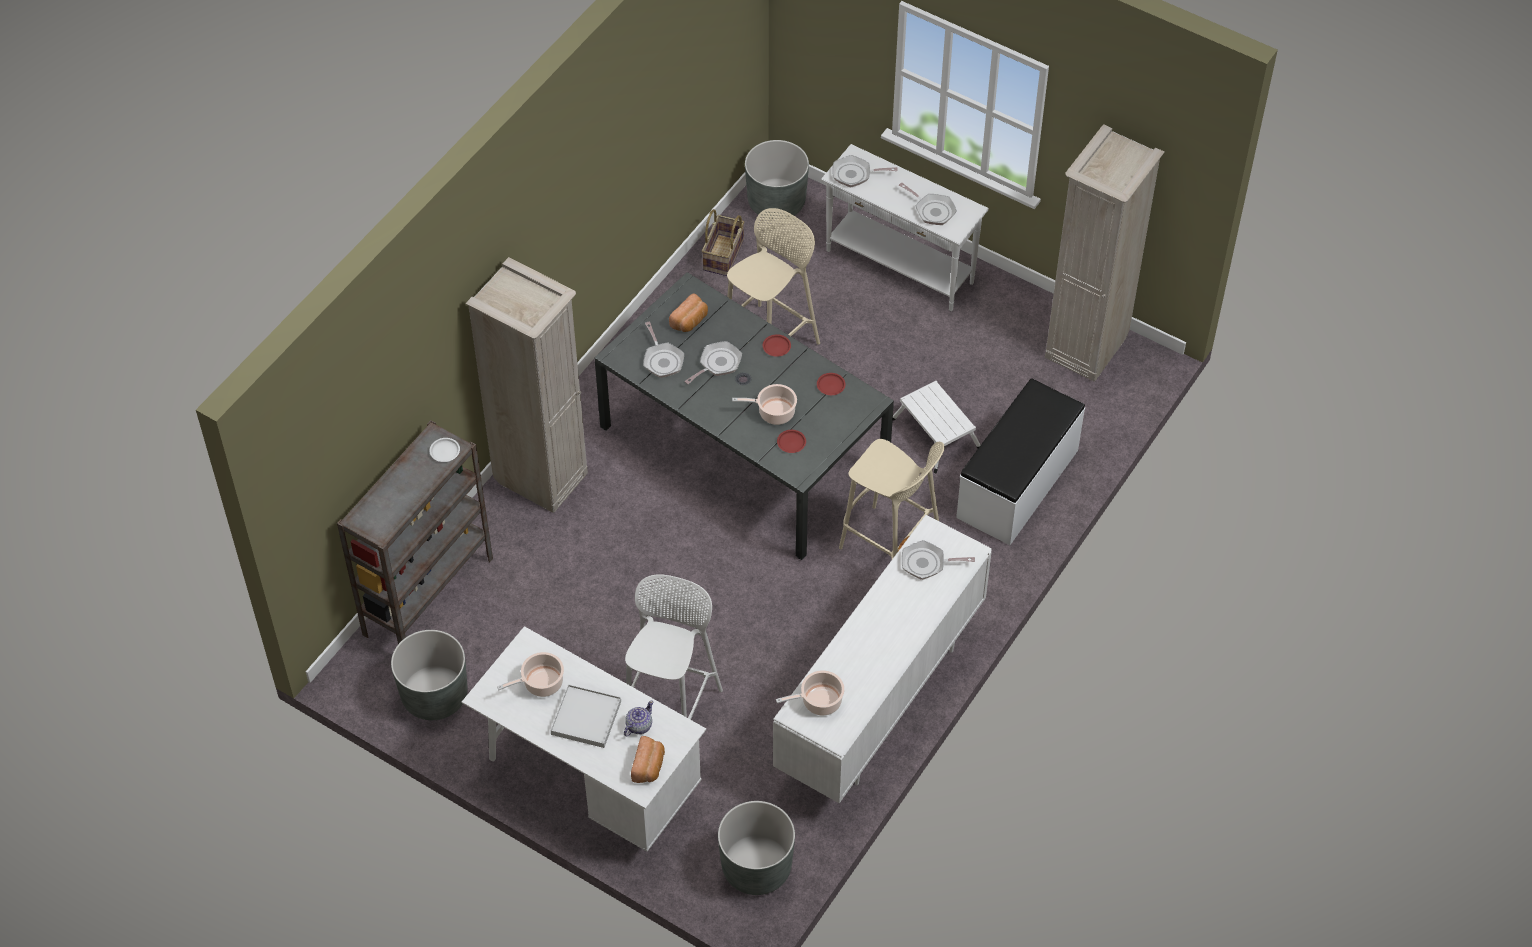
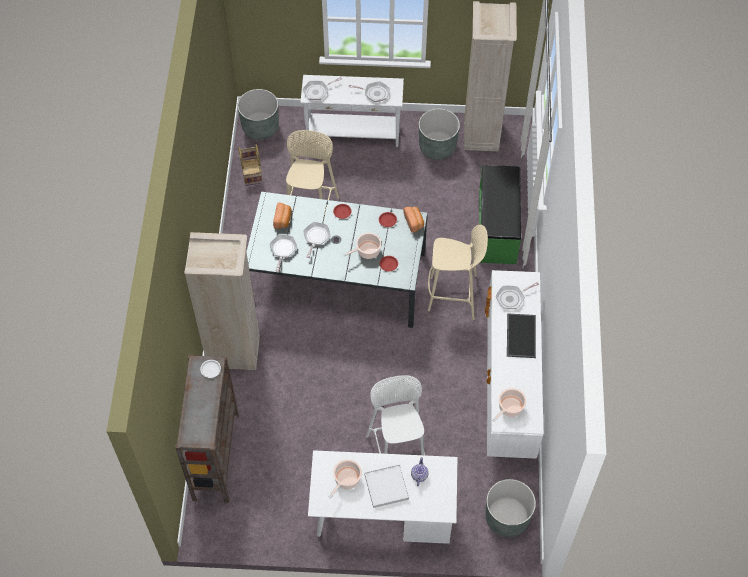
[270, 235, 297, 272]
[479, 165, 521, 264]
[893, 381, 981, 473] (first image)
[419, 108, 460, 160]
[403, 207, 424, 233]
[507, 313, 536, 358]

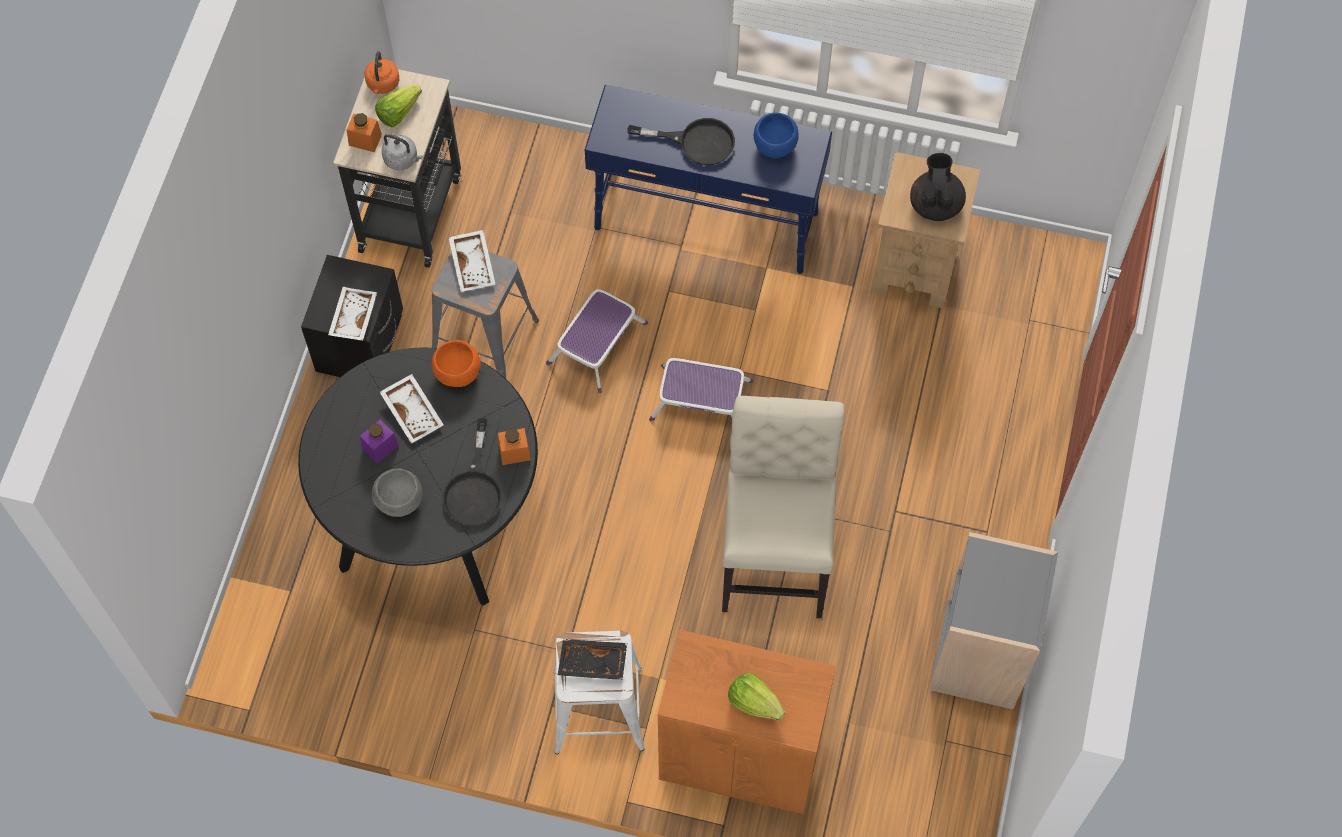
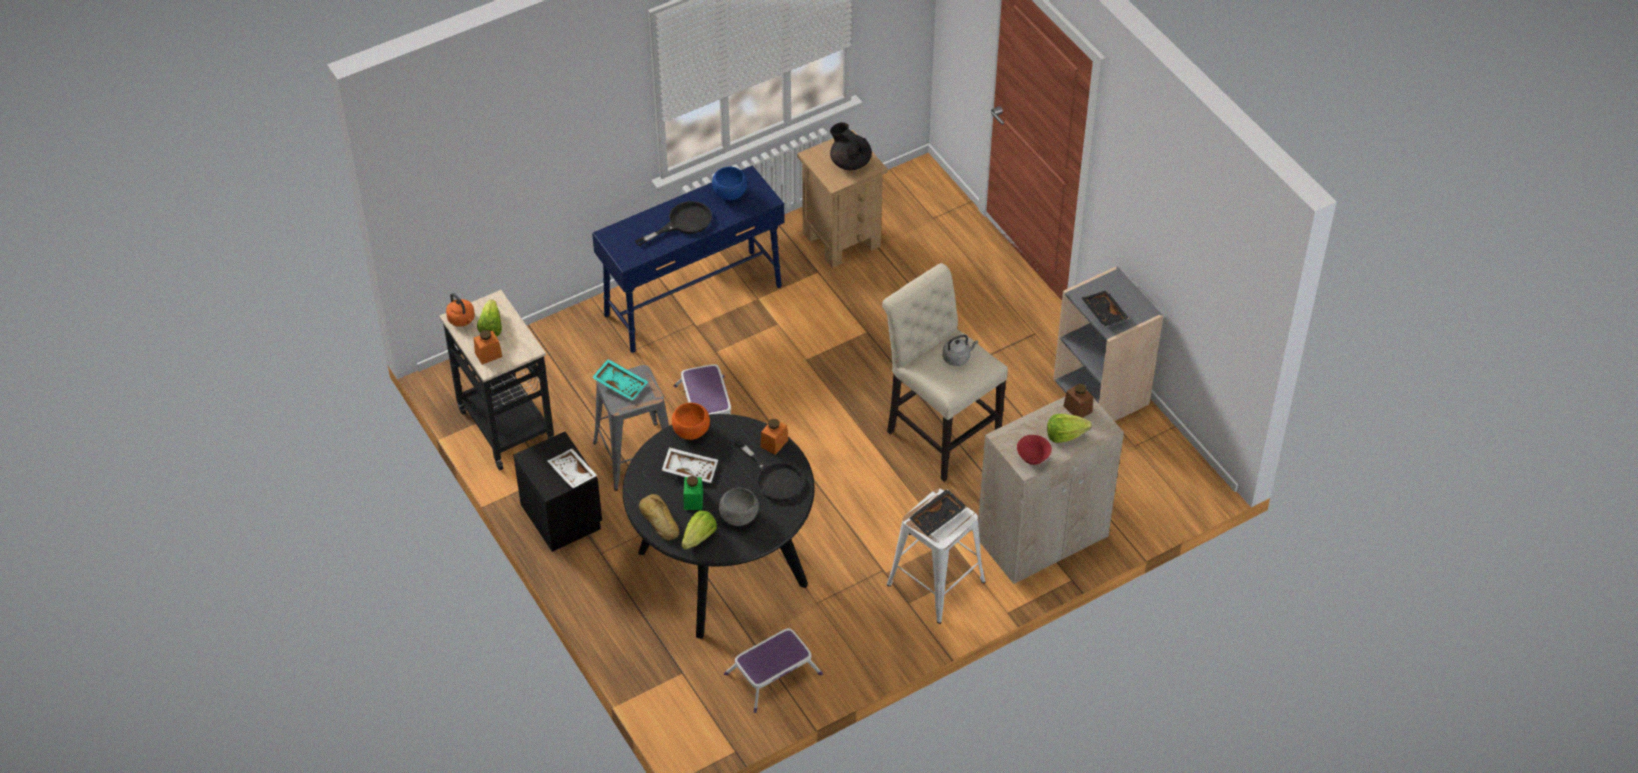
[943, 335, 978, 366]
[592, 359, 648, 401]
[724, 628, 823, 713]
[684, 476, 703, 510]
[978, 397, 1124, 584]
[1082, 290, 1130, 327]
[1064, 383, 1093, 418]
[1017, 435, 1052, 465]
[639, 494, 679, 540]
[681, 510, 717, 550]

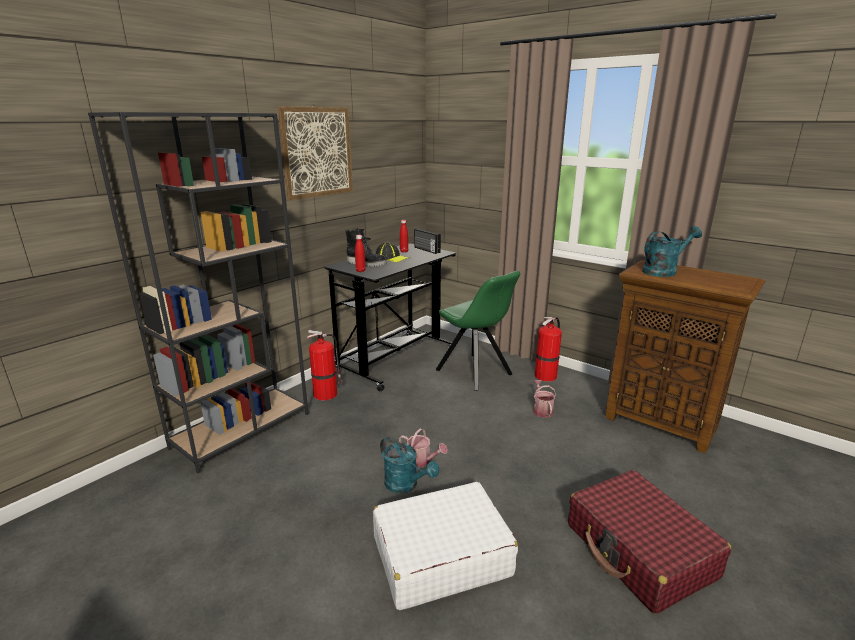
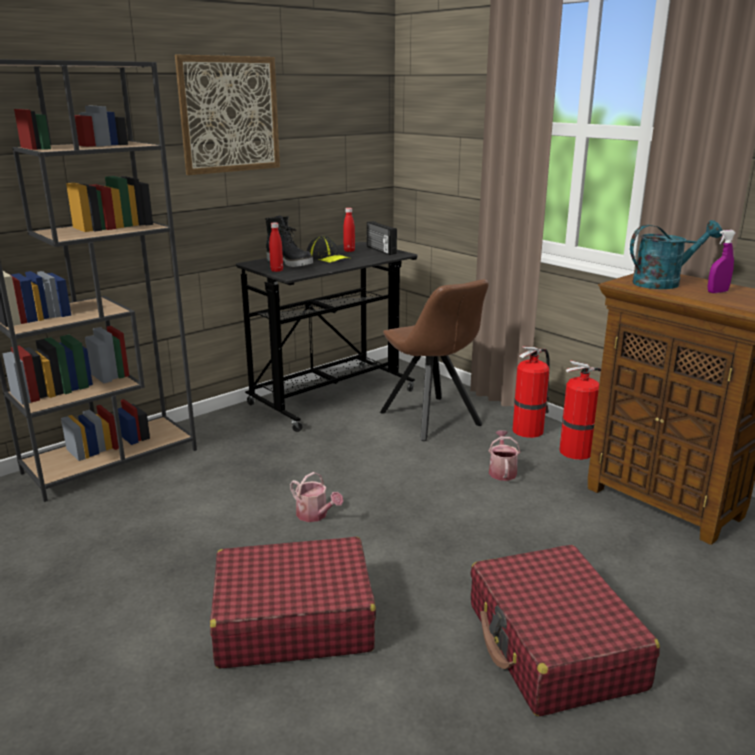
[380, 279, 489, 441]
[559, 360, 601, 460]
[380, 437, 439, 493] (first image)
[210, 536, 376, 668]
[708, 230, 736, 293]

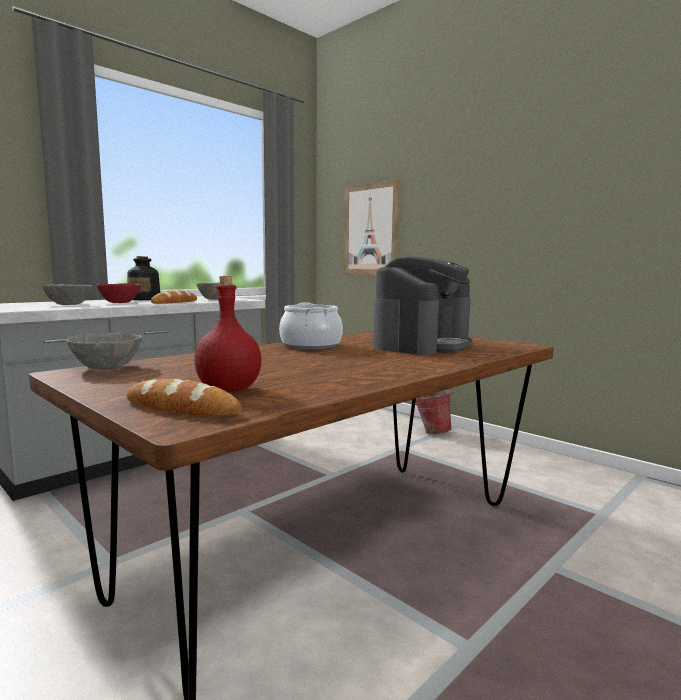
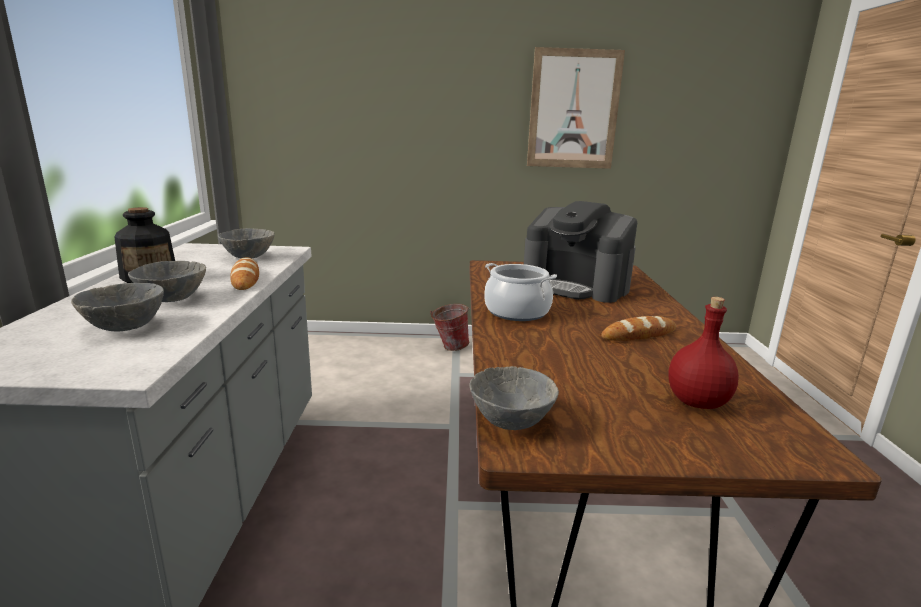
[527, 47, 625, 169]
[524, 201, 637, 303]
[128, 261, 206, 302]
[601, 316, 676, 341]

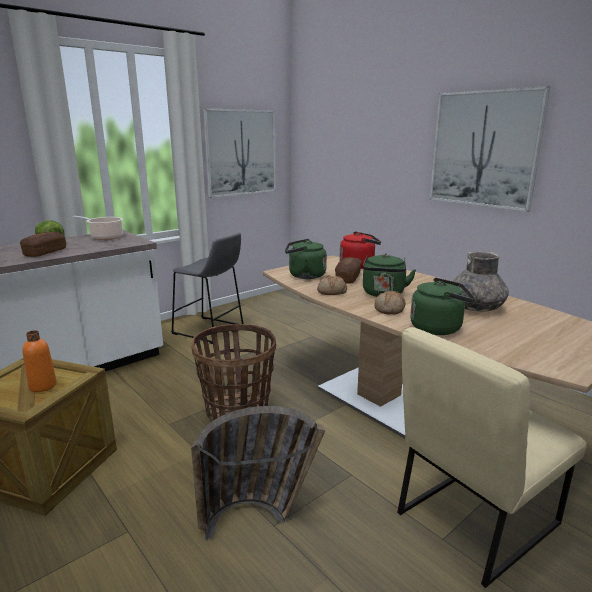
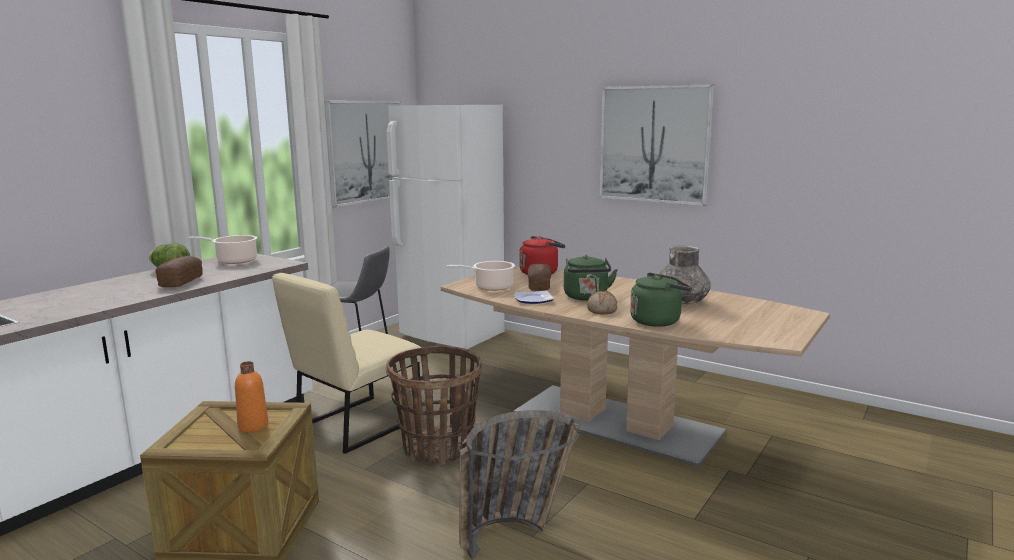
[447, 261, 515, 291]
[515, 290, 553, 304]
[272, 273, 421, 454]
[387, 105, 505, 349]

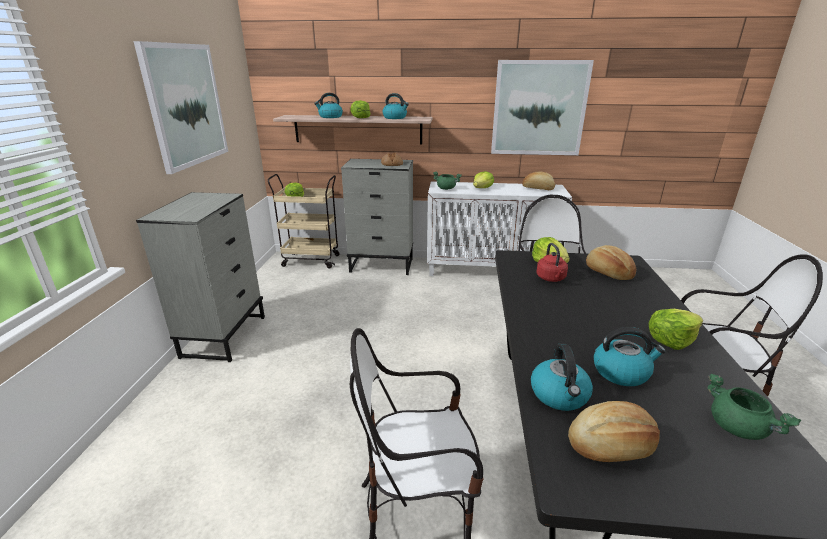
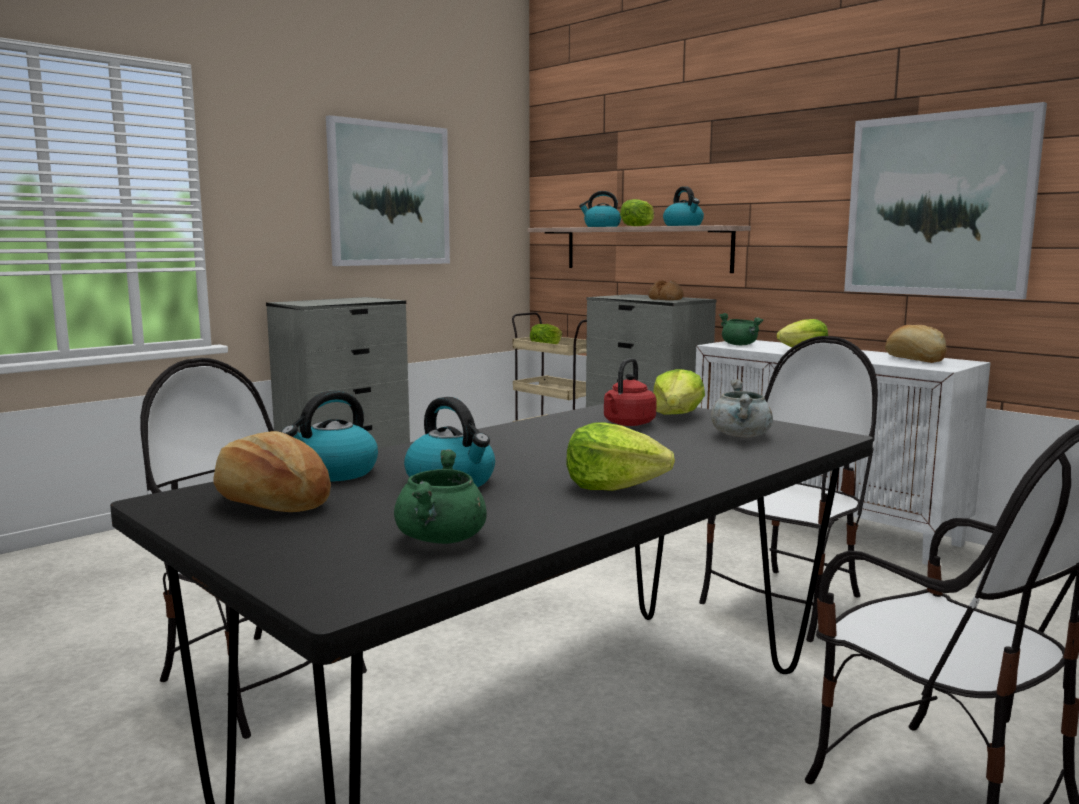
[711, 379, 773, 437]

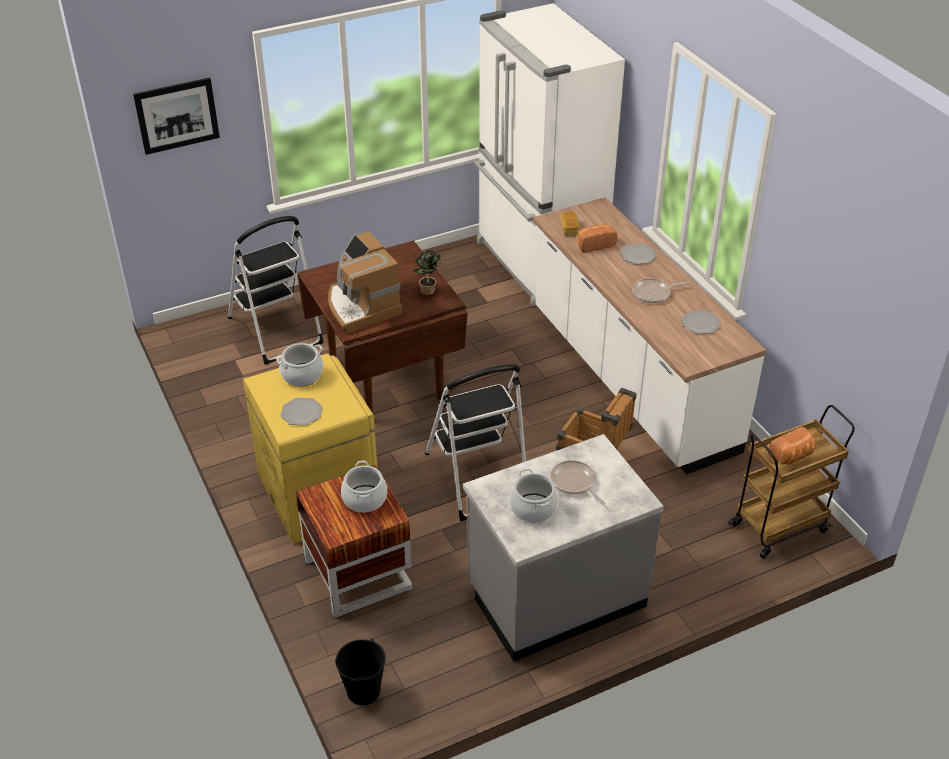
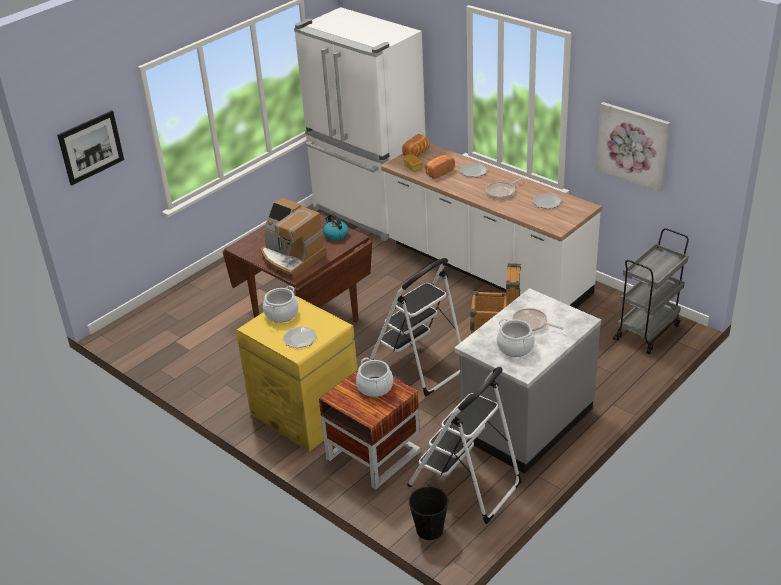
[407, 367, 522, 524]
[323, 214, 348, 241]
[613, 228, 689, 354]
[402, 134, 430, 157]
[596, 102, 670, 192]

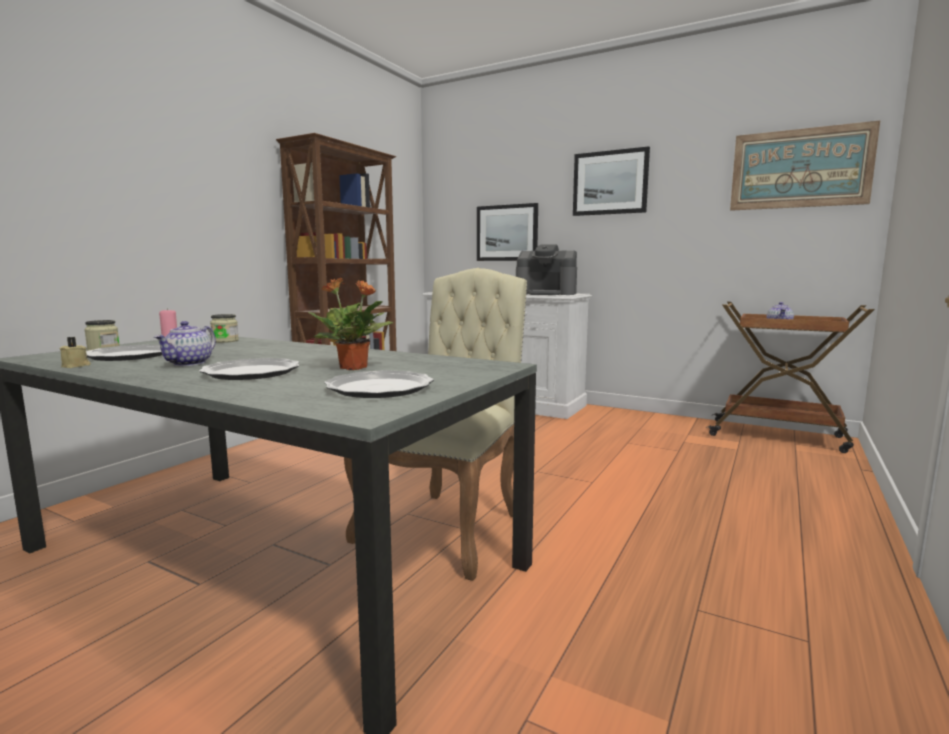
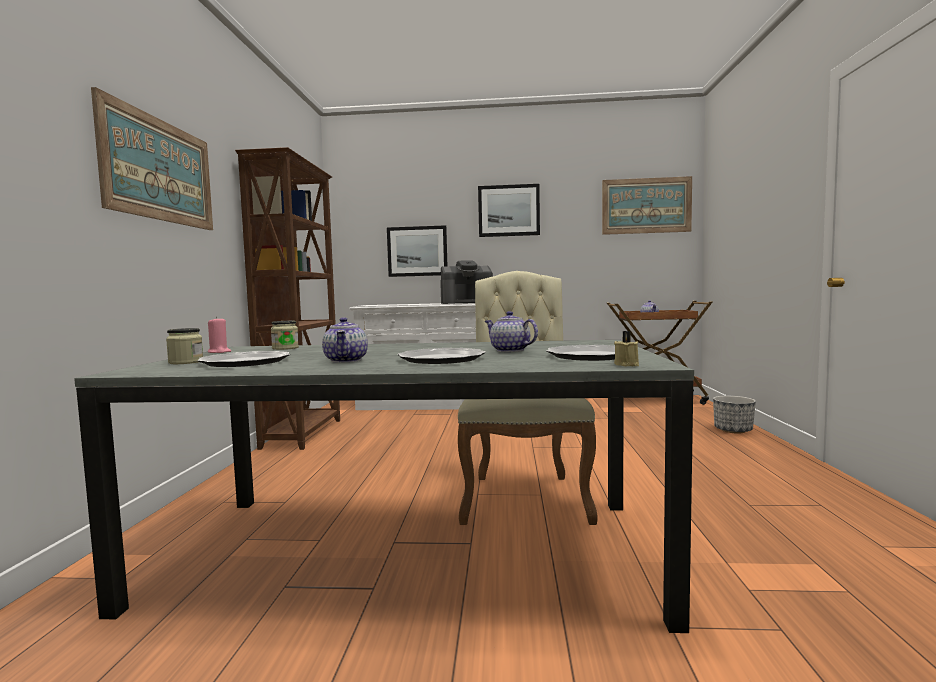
[485, 311, 538, 352]
[614, 331, 639, 366]
[91, 87, 213, 230]
[713, 396, 756, 434]

